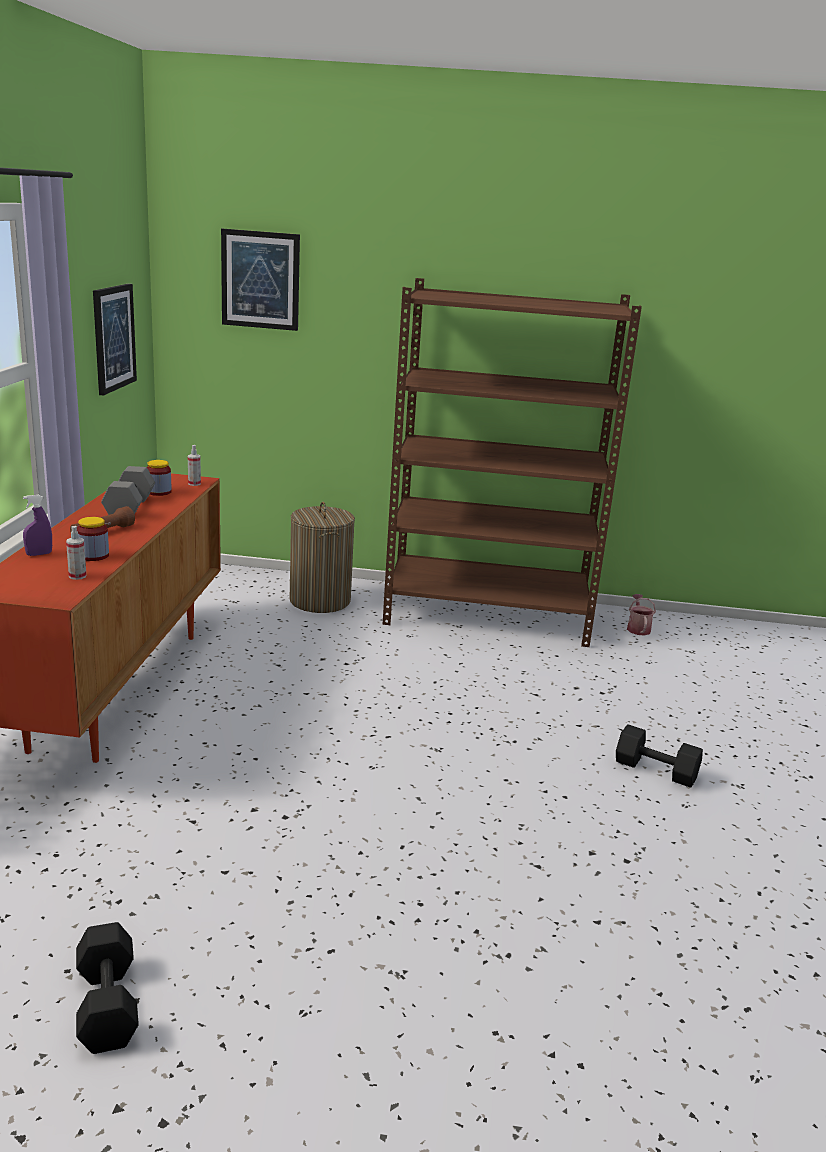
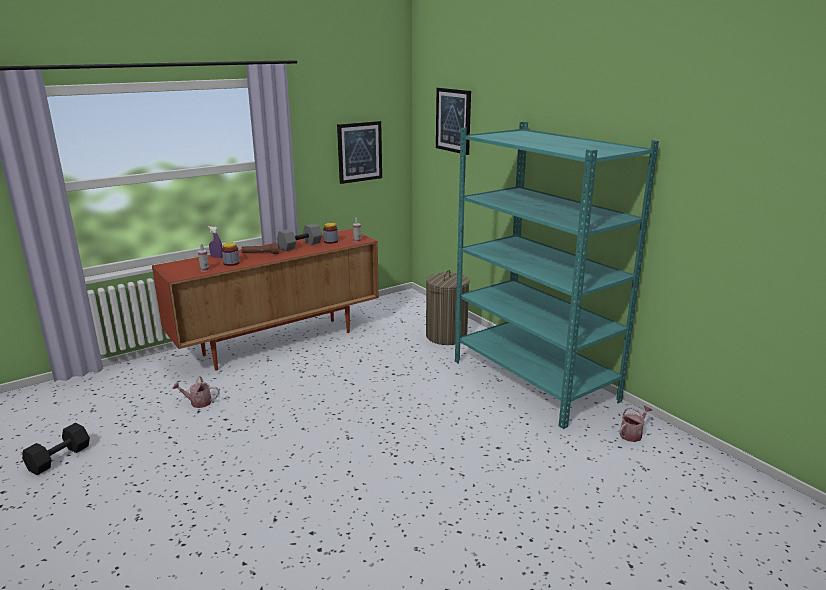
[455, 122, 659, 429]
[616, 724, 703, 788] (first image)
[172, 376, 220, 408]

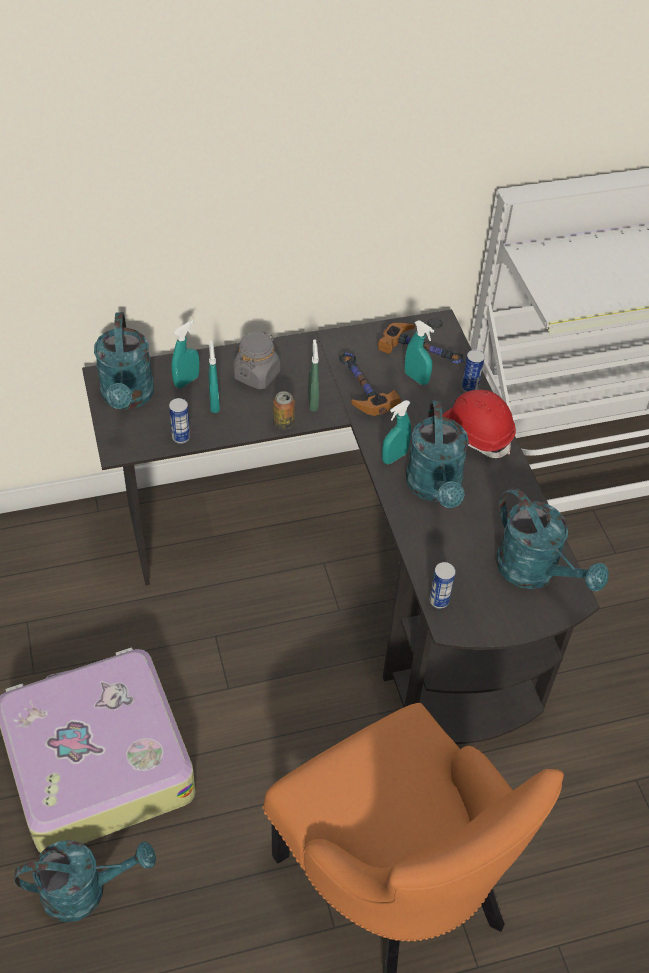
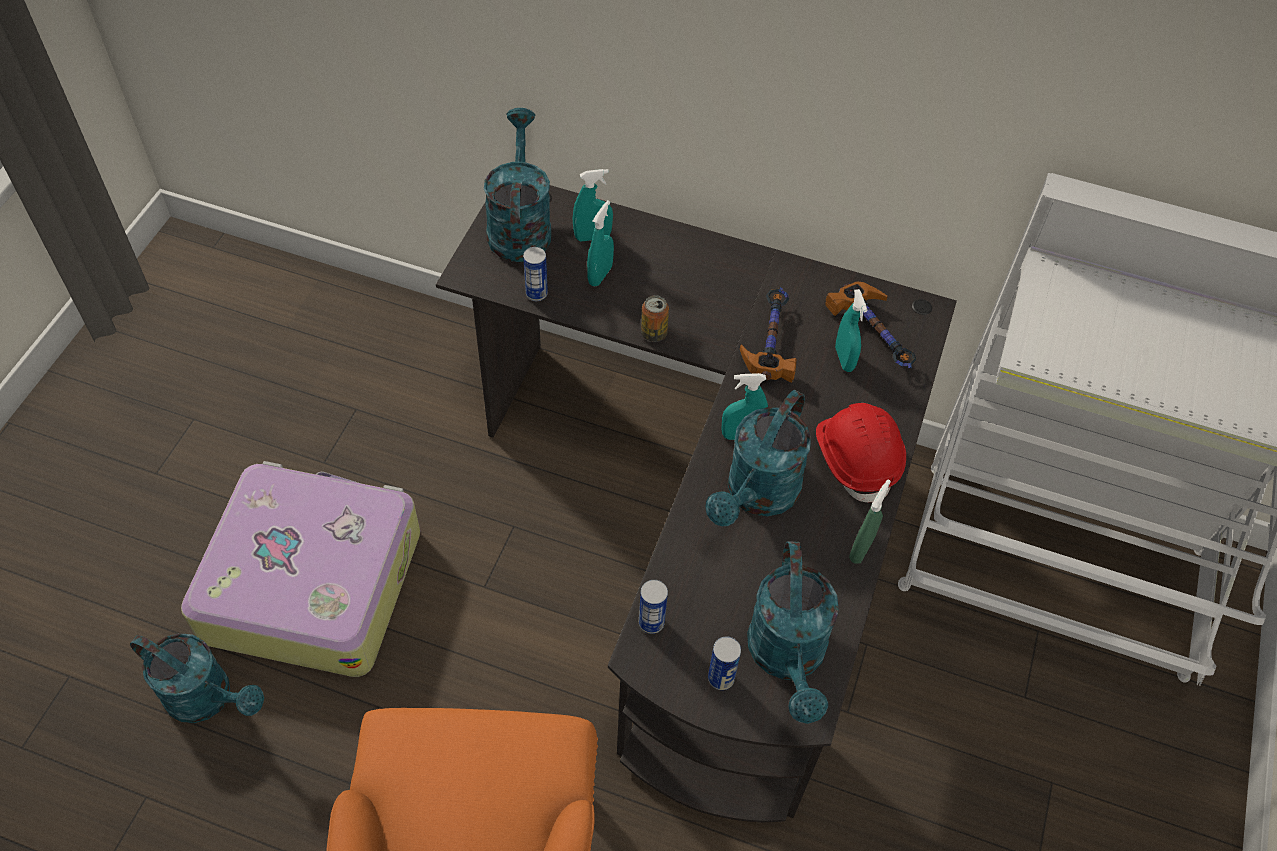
[484, 108, 551, 262]
[233, 331, 280, 389] (first image)
[849, 480, 891, 564]
[708, 637, 741, 690]

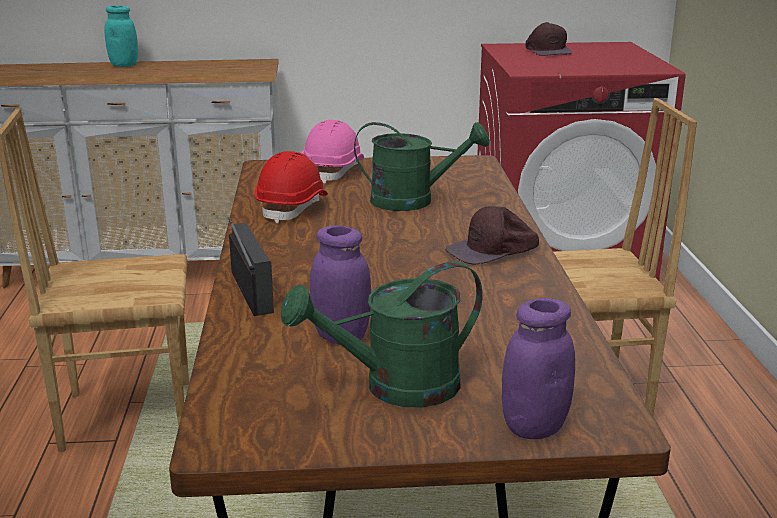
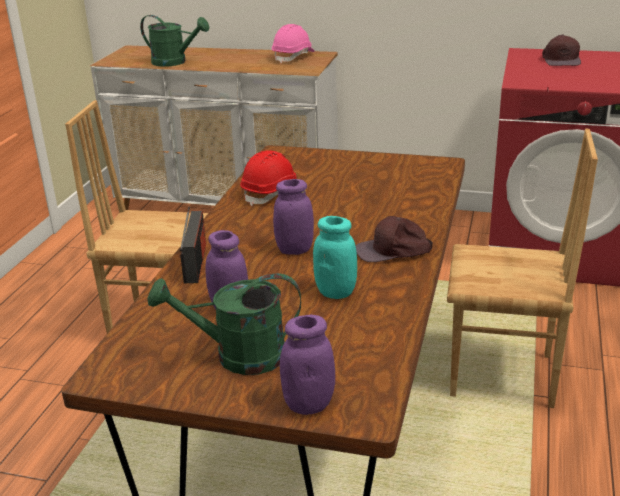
[313, 216, 357, 299]
[272, 24, 315, 63]
[140, 15, 210, 67]
[273, 179, 314, 255]

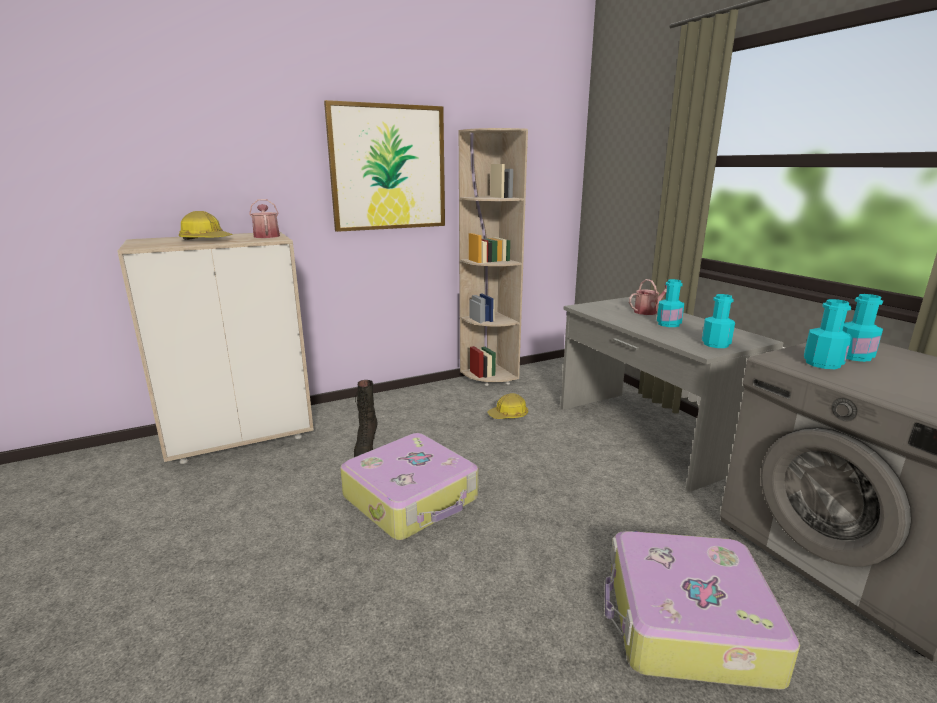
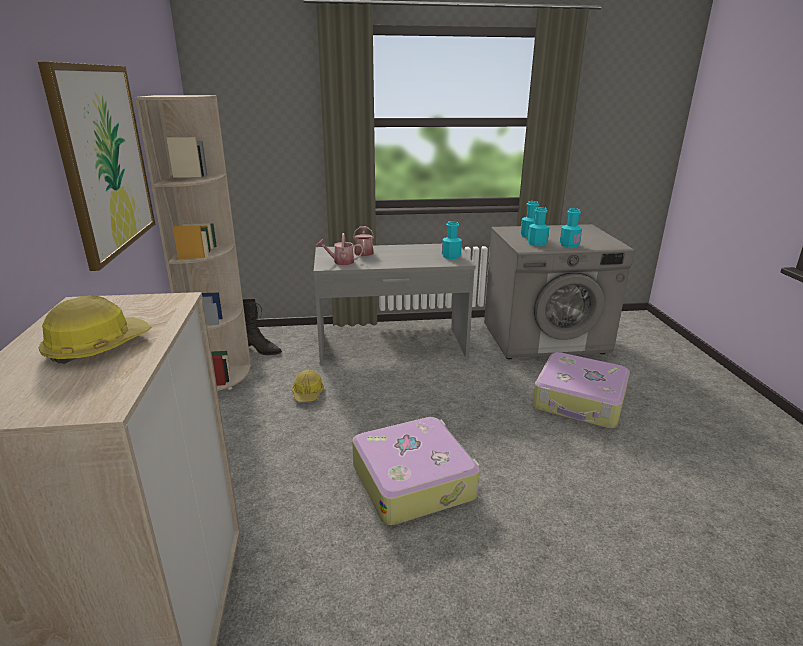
[317, 233, 363, 265]
[560, 208, 582, 248]
[243, 299, 282, 355]

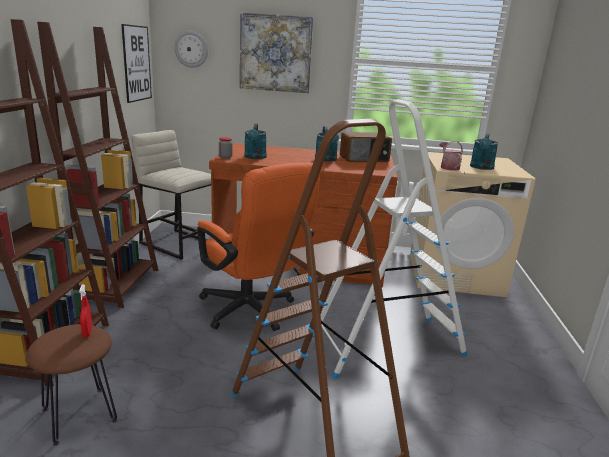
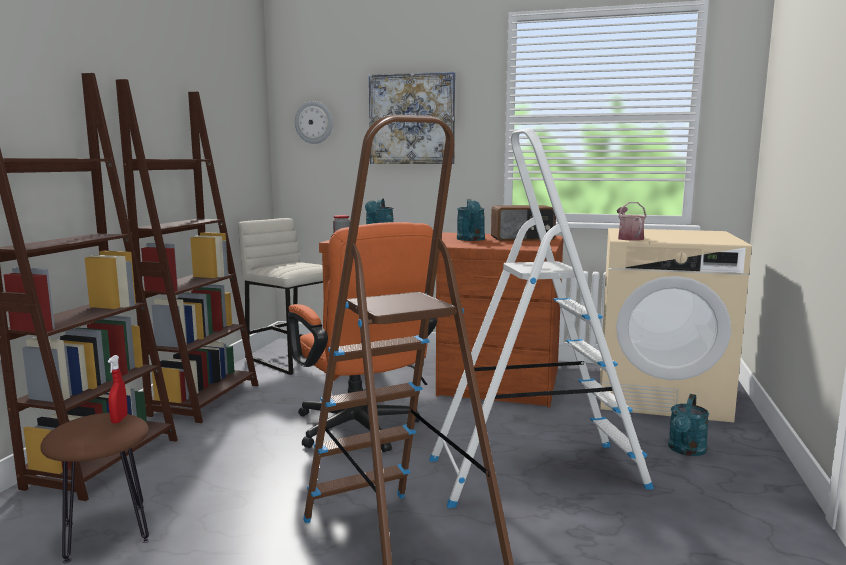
[121, 24, 152, 103] (first image)
[668, 394, 709, 456]

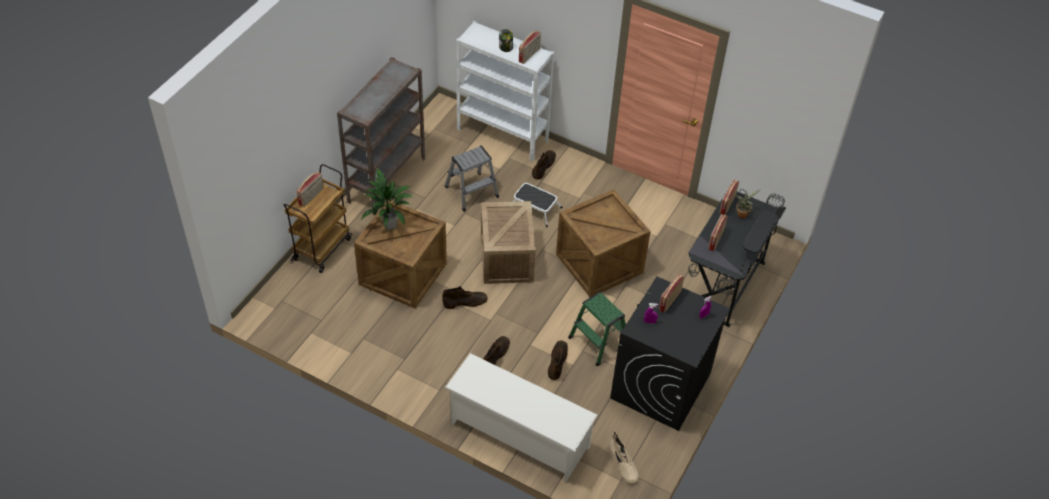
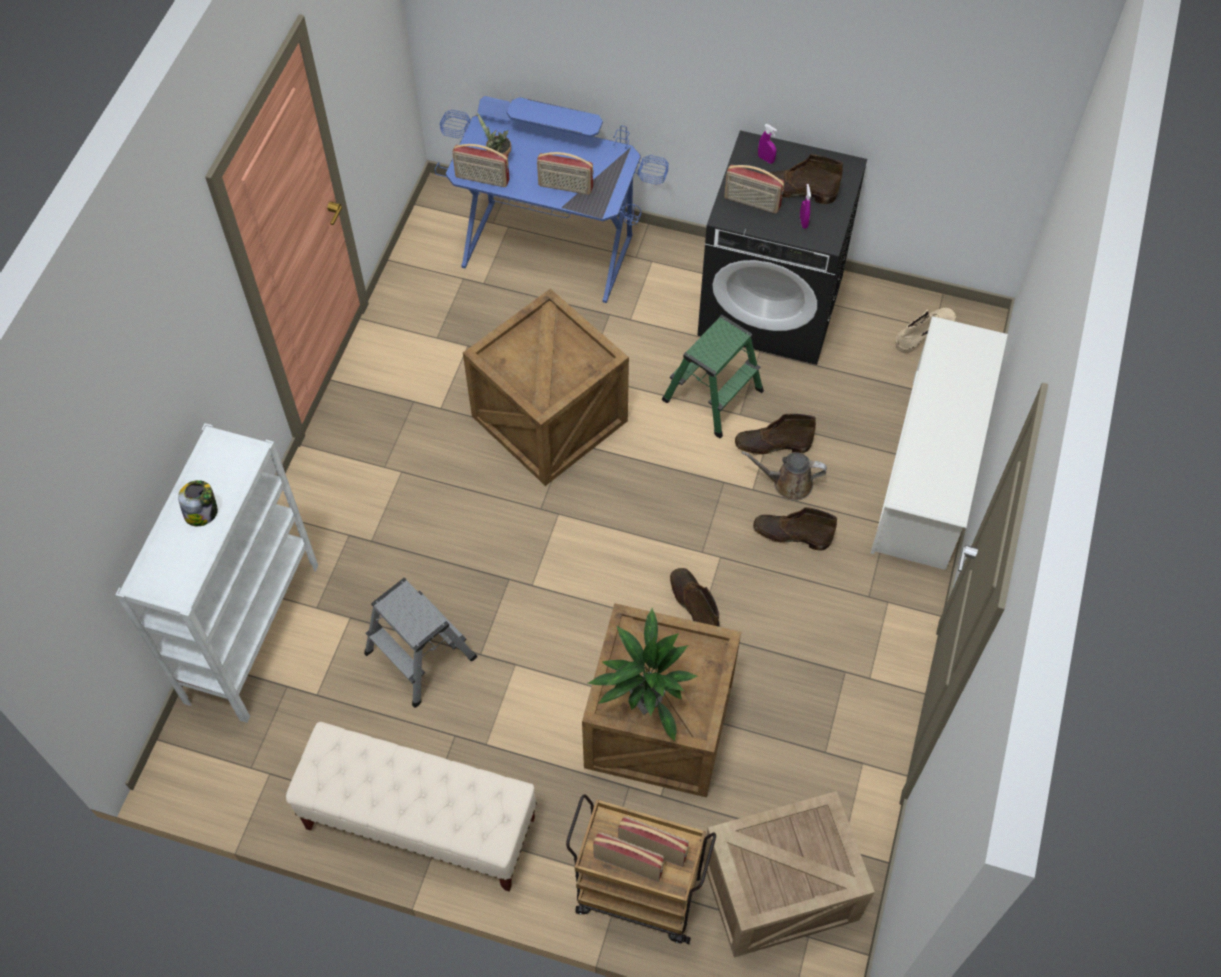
[618, 816, 689, 867]
[286, 722, 537, 892]
[763, 154, 843, 204]
[513, 183, 563, 227] (first image)
[435, 96, 669, 303]
[703, 791, 875, 957]
[742, 451, 827, 501]

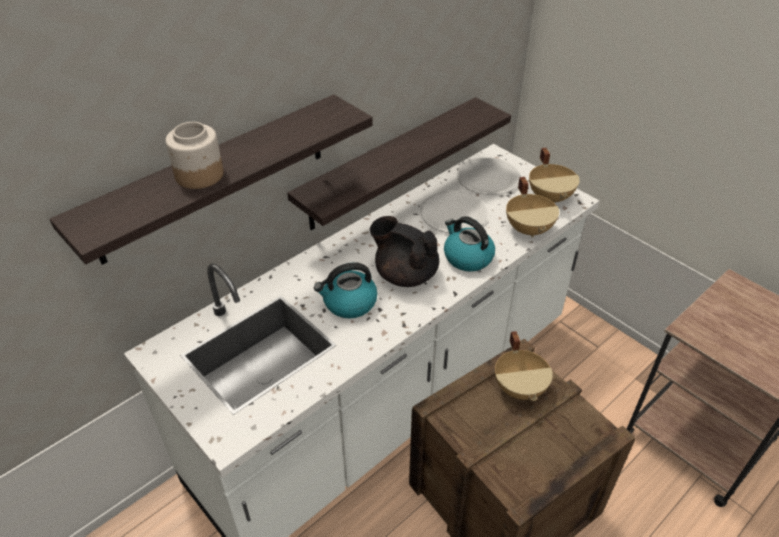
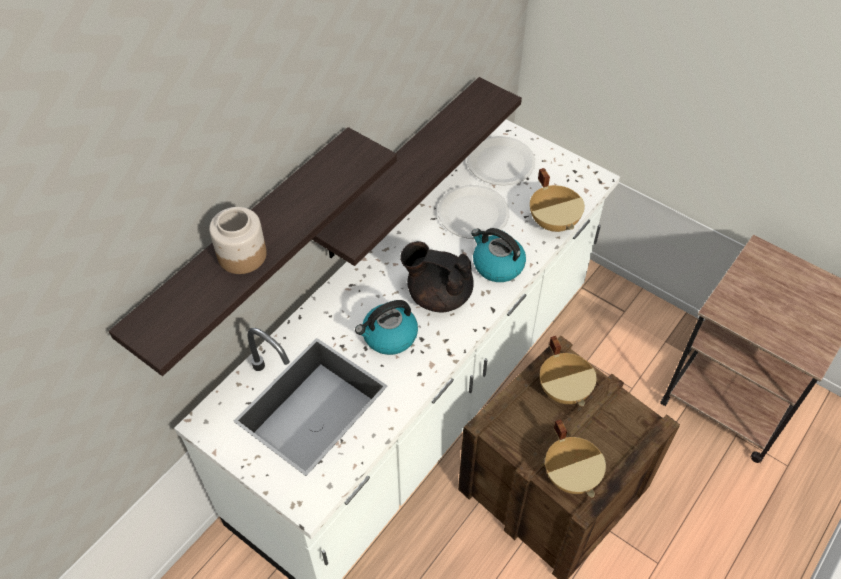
[545, 419, 606, 498]

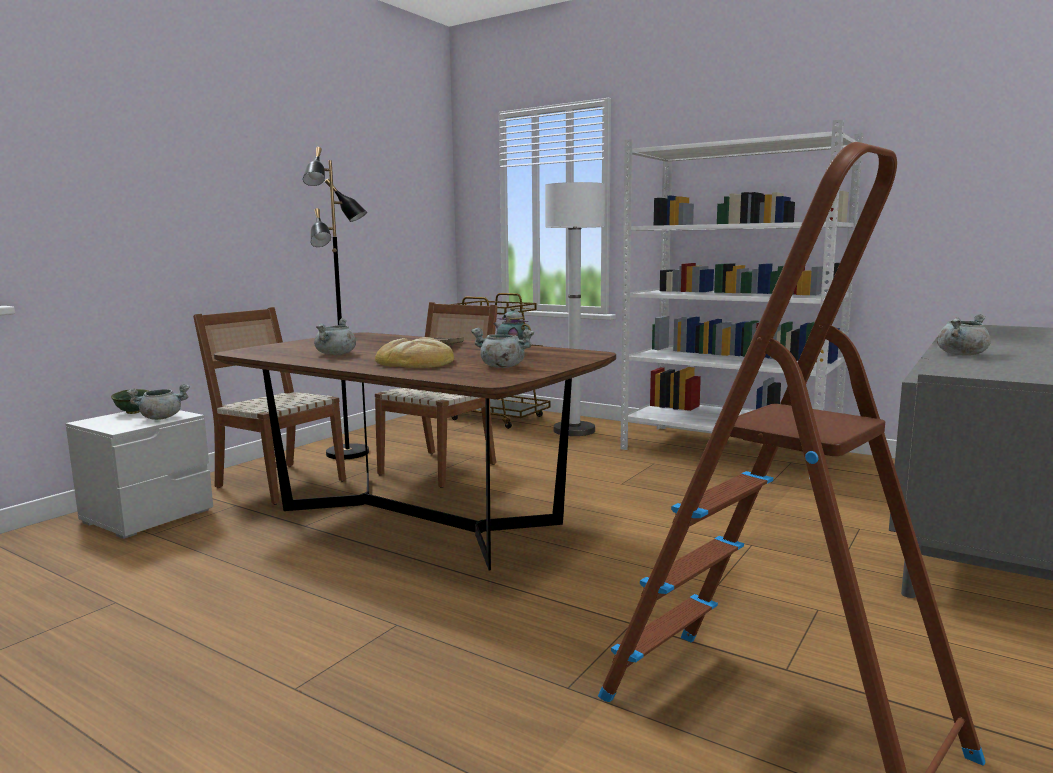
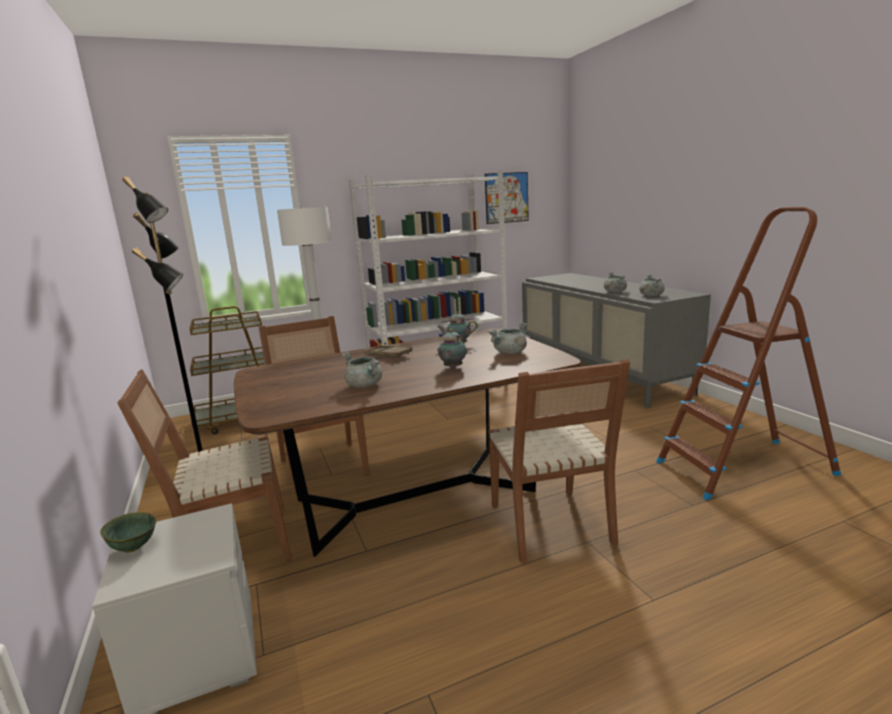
[437, 329, 467, 369]
[639, 274, 665, 296]
[485, 172, 529, 224]
[489, 359, 630, 564]

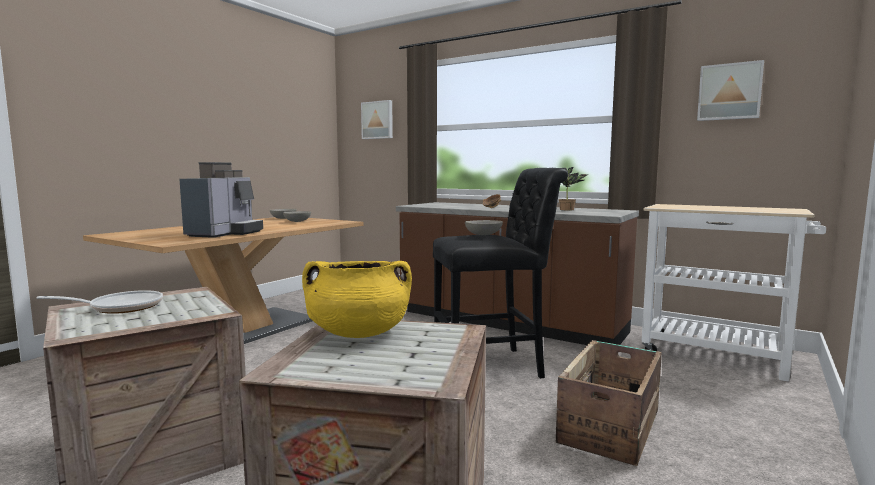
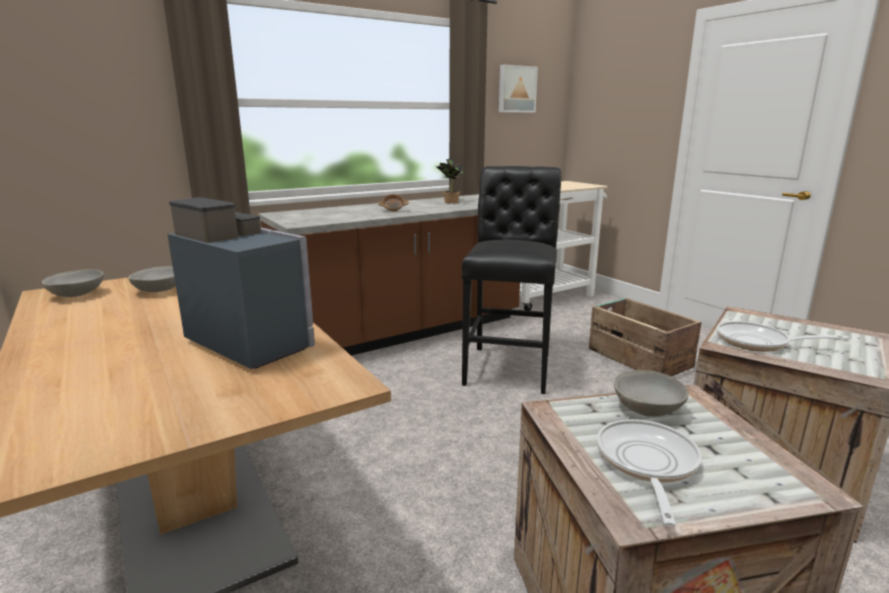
[361, 100, 393, 139] (first image)
[614, 370, 689, 417]
[717, 321, 849, 351]

